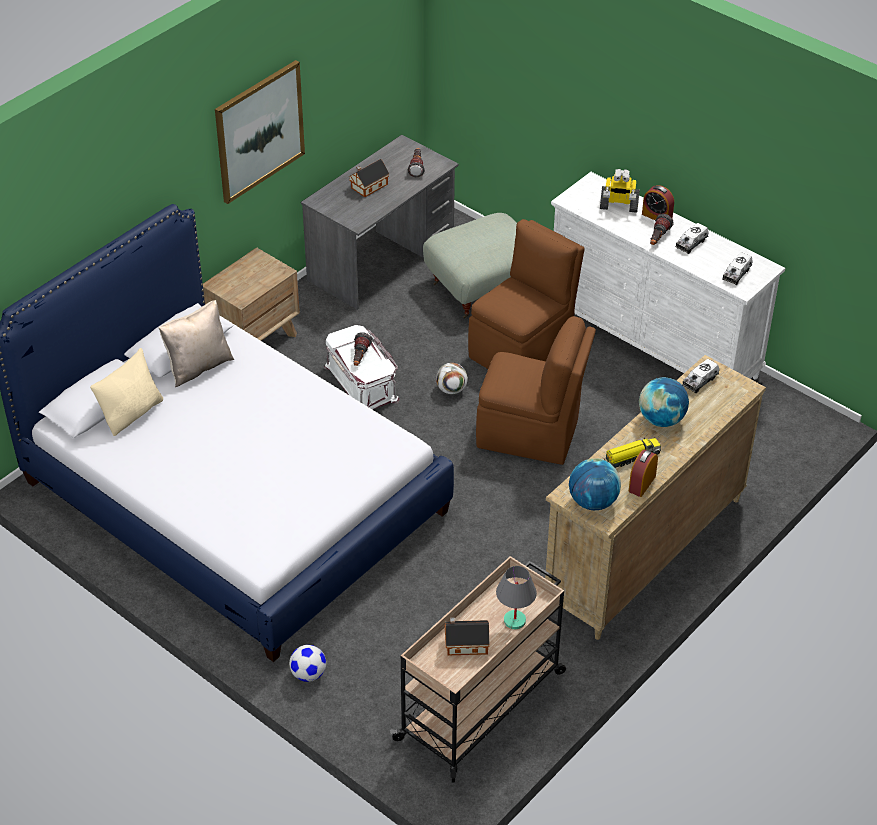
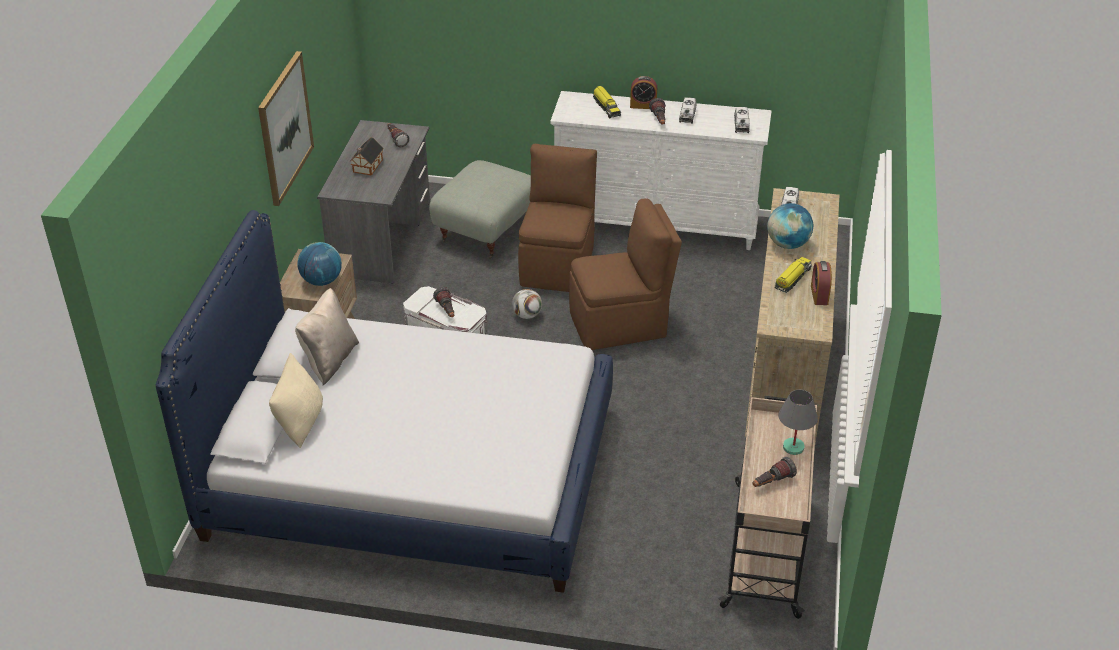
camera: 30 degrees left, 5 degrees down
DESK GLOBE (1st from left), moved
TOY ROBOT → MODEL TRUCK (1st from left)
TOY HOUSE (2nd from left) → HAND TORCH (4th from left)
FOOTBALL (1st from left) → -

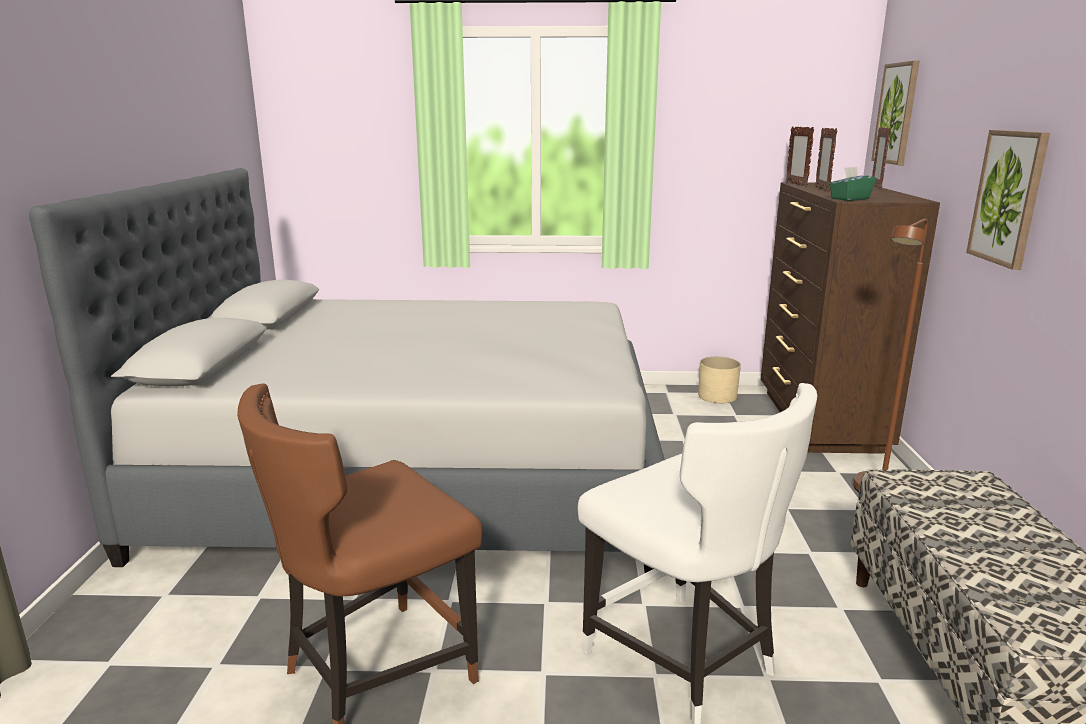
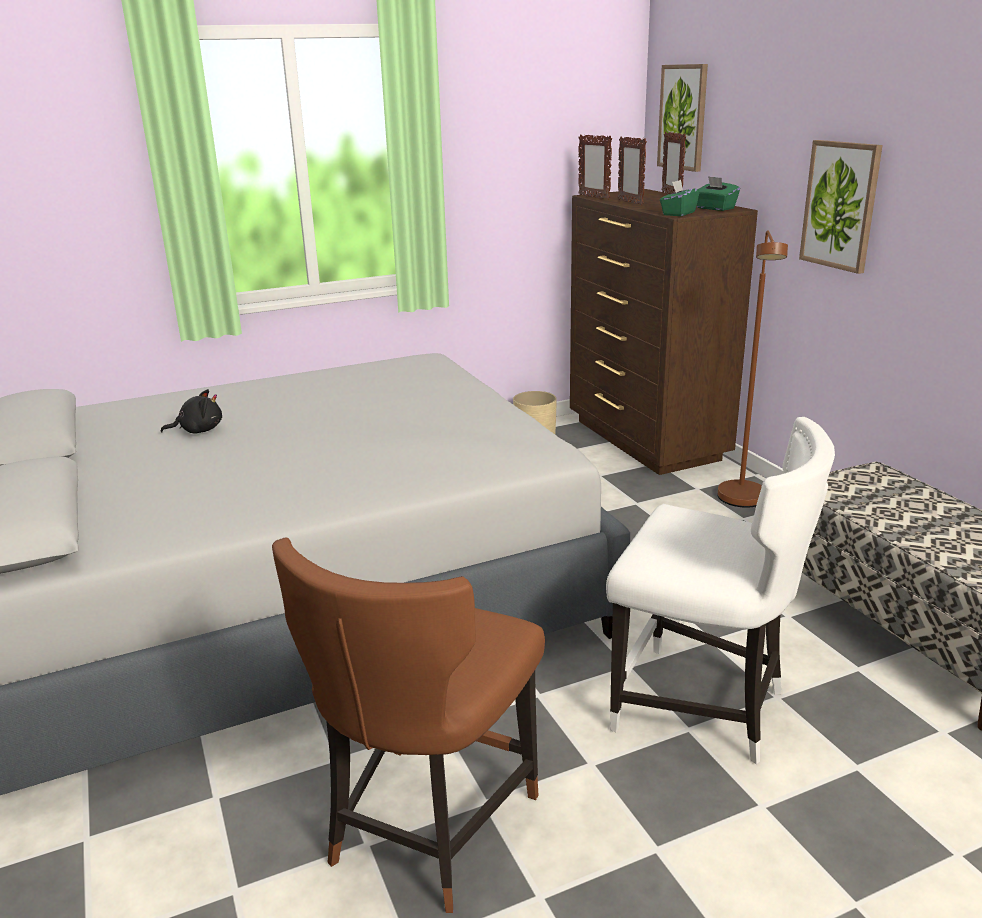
camera: 25 degrees left, 5 degrees up
- → BLACK-COLOURED SOFT TOY
- → GREEN TISSUE HOLDER (2nd from left)

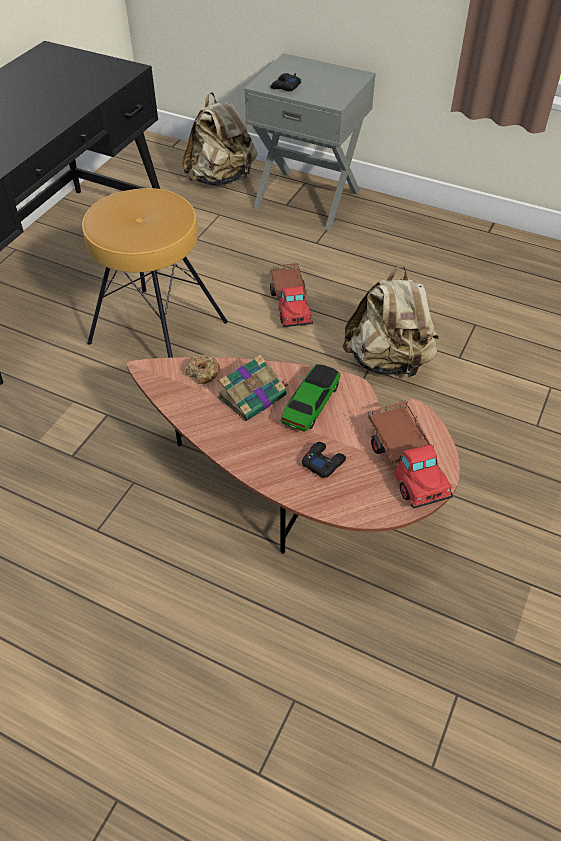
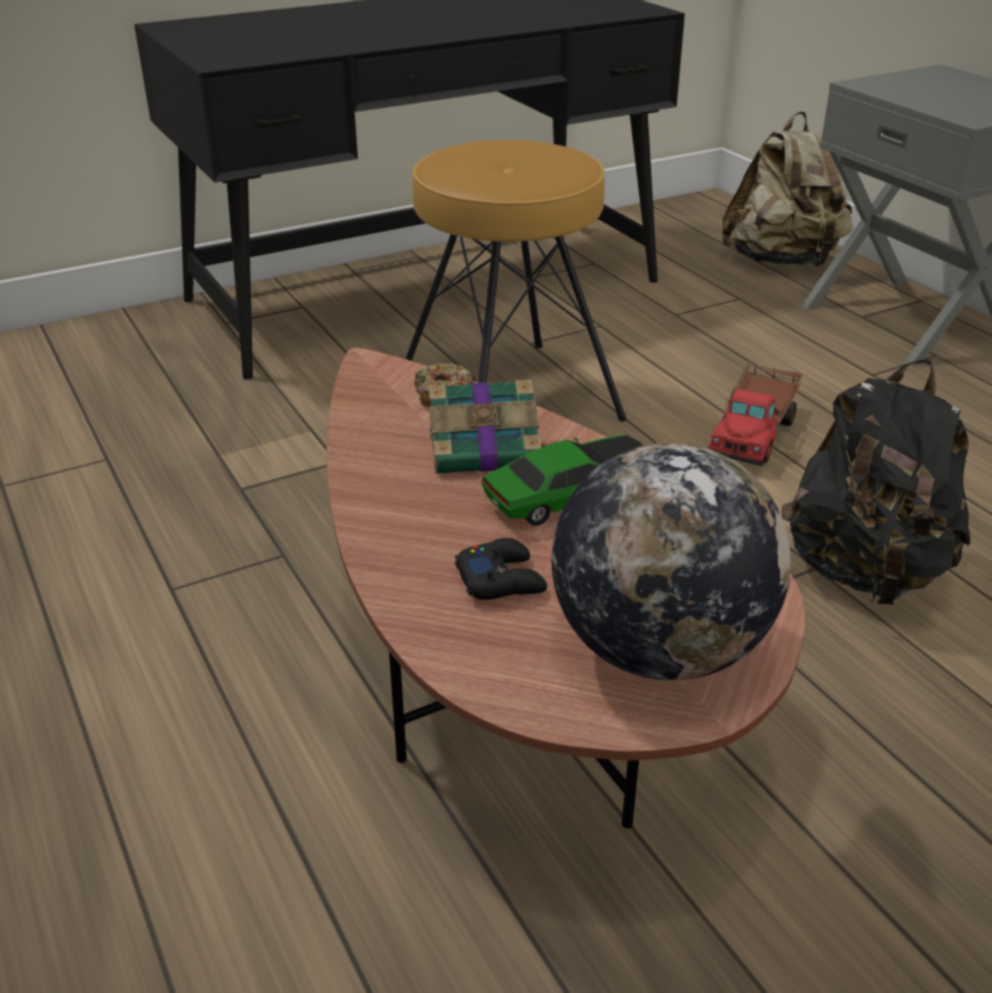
camera: 35 degrees right, 15 degrees down
MODEL TRUCK (2nd from left) → DESK GLOBE
BEIGE BACKPACK (2nd from left) → BLACK-COLOURED BACKPACK
BLACK-COLOURED GAMEPAD (1st from left) → -

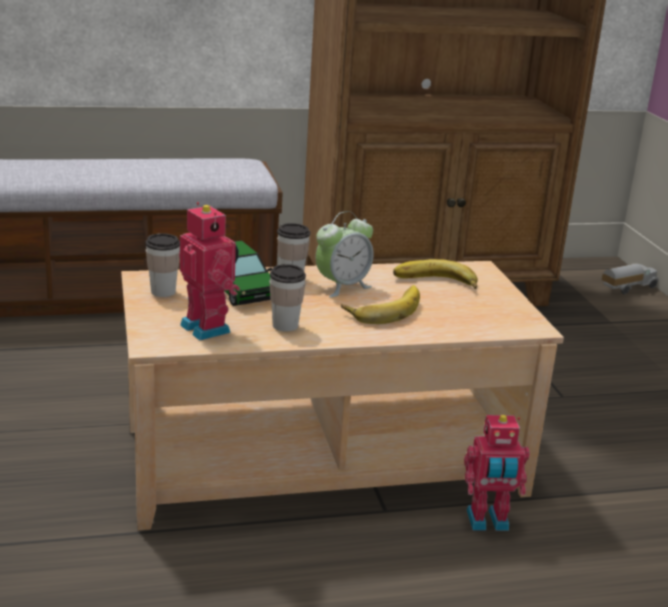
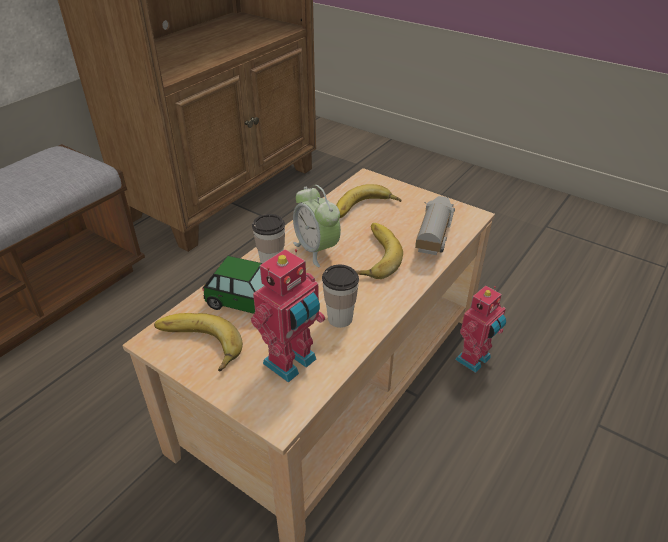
camera: 40 degrees left, 15 degrees up
SMALL CUP (1st from left) → BANANA (1st from left)
TOY ROBOT (1st from left), 120 degrees clockwise
TABLE CLOCK, 135 degrees clockwise
MODEL TRUCK, moved

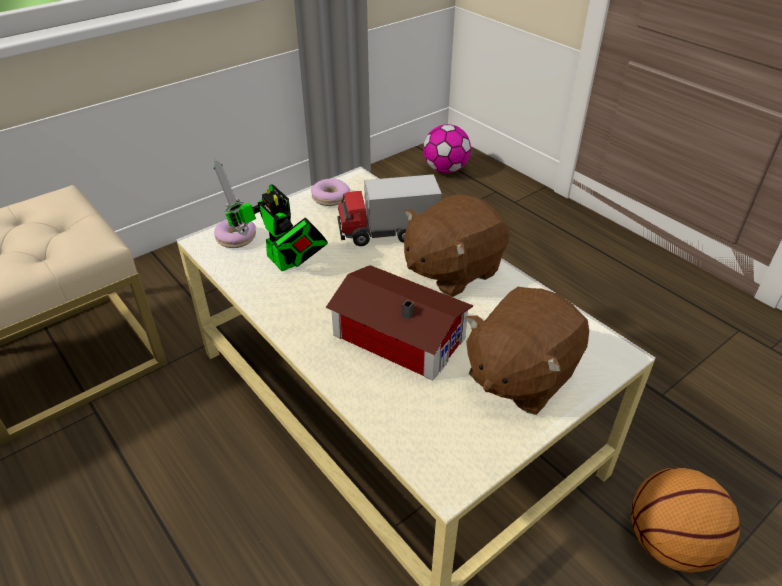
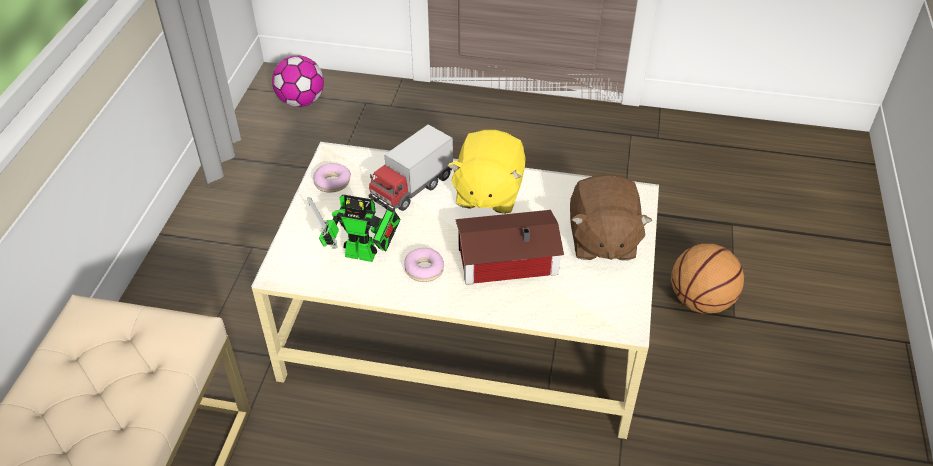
camera: 40 degrees left, 5 degrees up
RING DOUGHNUT (1st from left in the first image) → RING DOUGHNUT (2nd from left), moved
BROWN-COLOURED SOFT TOY (1st from left) → YELLOW SOFT TOY

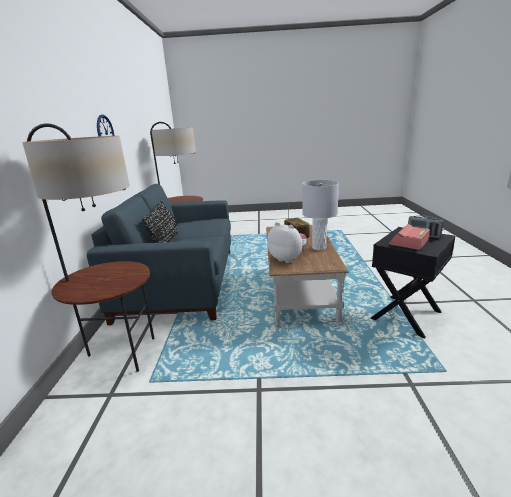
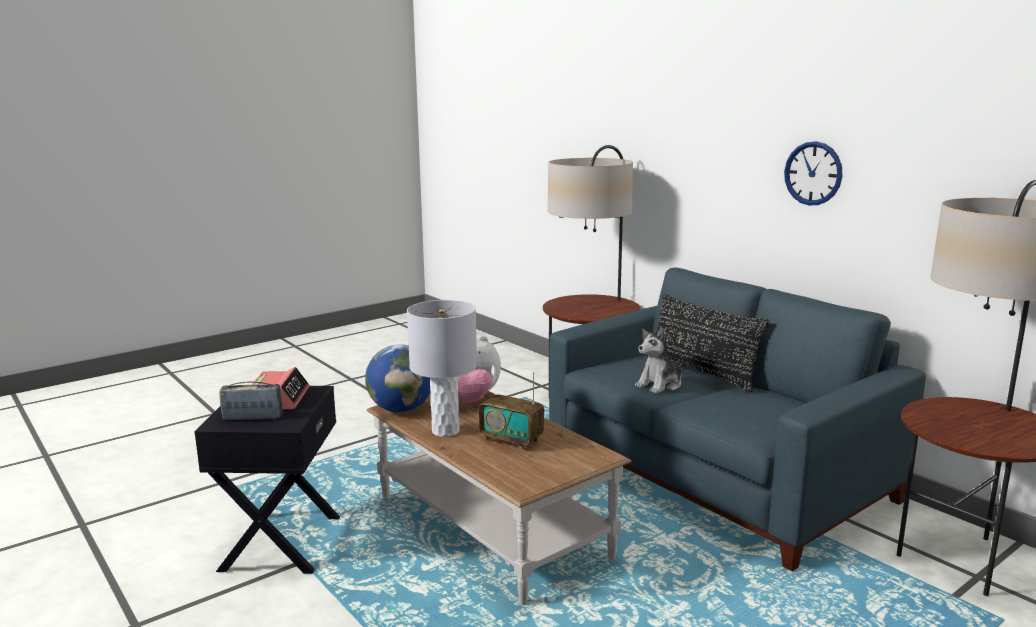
camera: 140 degrees right, 5 degrees down
- → DESK GLOBE
- → SOFT TOY (2nd from left)

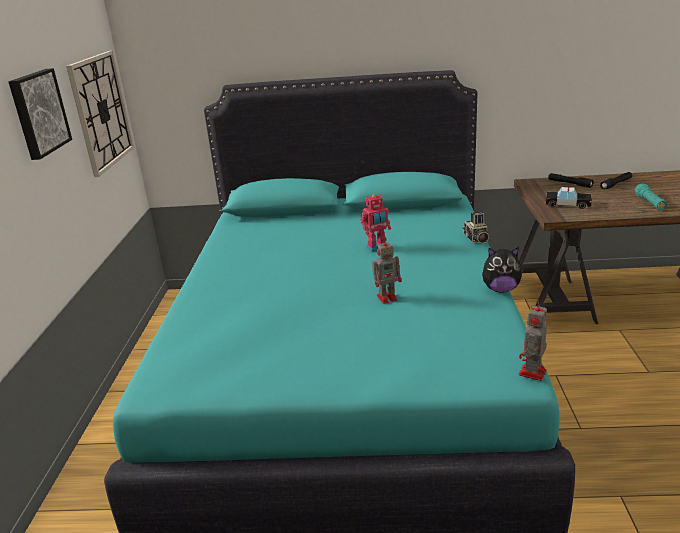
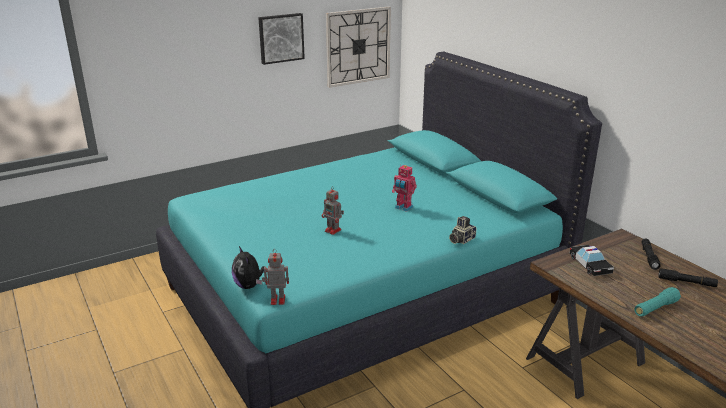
camera: 55 degrees right, 0 degrees up
SOFT TOY, moved

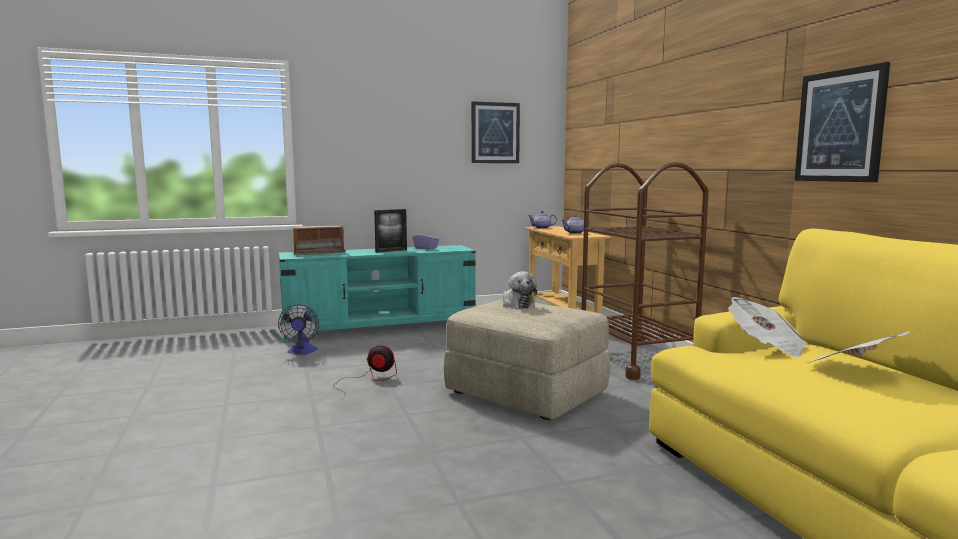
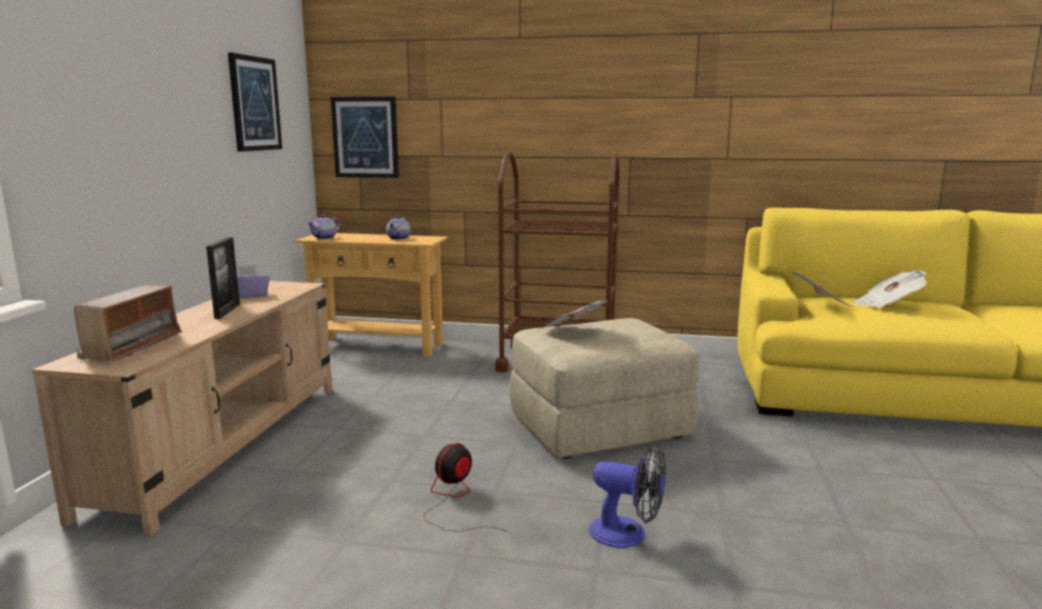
camera: 60 degrees left, 5 degrees up
TURQUOISE-COLOURED TV UNIT → BEIGE TV UNIT
WALL PICTURE (2nd from left), moved
SOFT TOY → DAILY PAPER (1st from left)
ELECTRIC FAN (1st from left in the first image) → ELECTRIC FAN (2nd from left), moved

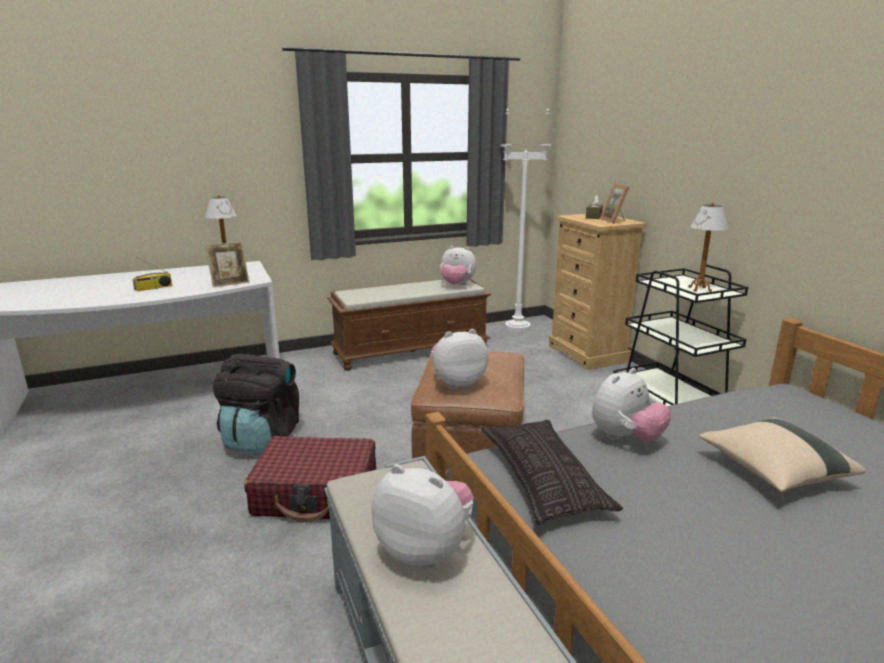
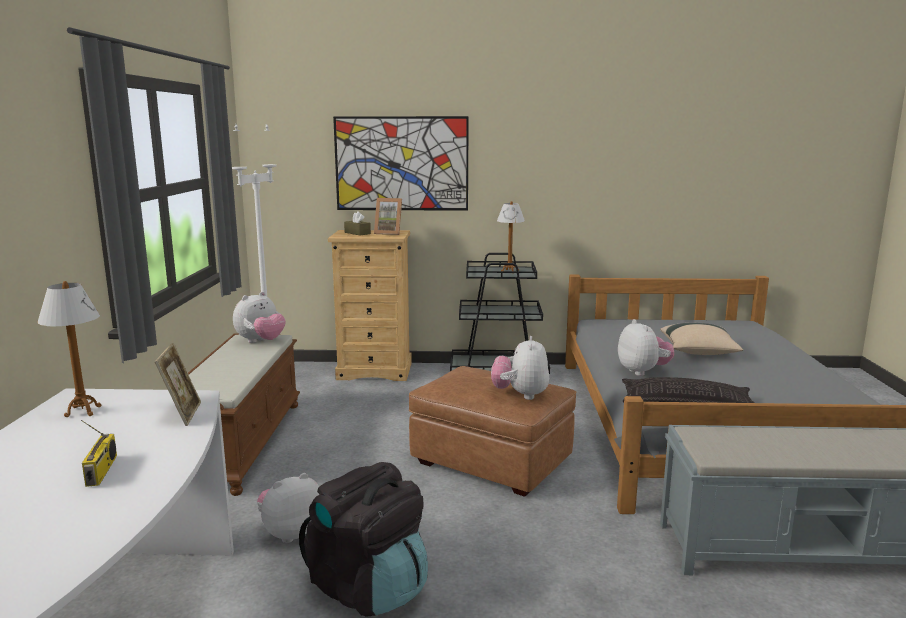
camera: 65 degrees left, 5 degrees down
SOFT TOY (1st from left in the first image) → SOFT TOY (2nd from left), moved
- → WALL PICTURE
REDDISH SUITCASE → -

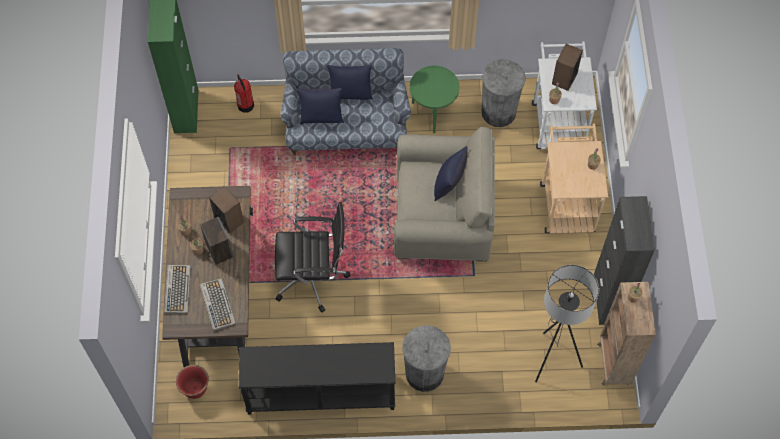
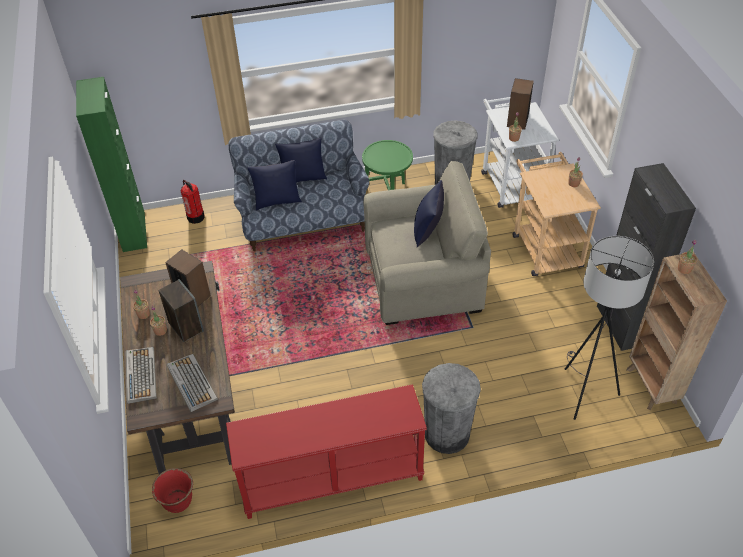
camera: 10 degrees left, 15 degrees down
BLACK-COLOURED NARROW TABLE → REDDISH NARROW TABLE
BLACK-COLOURED DESK CHAIR → -

